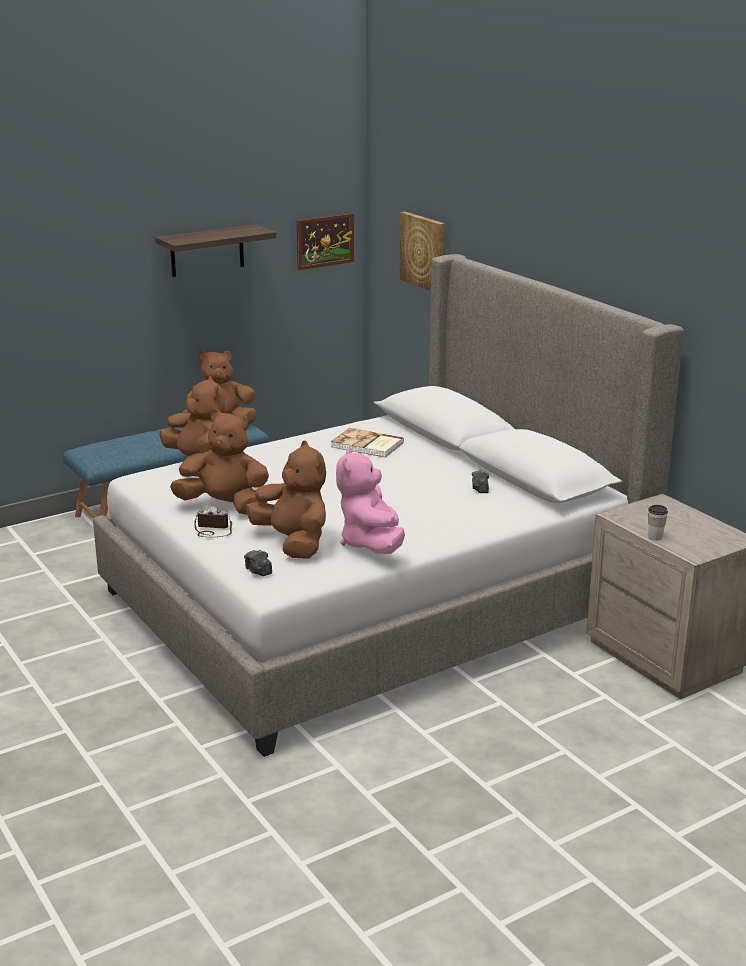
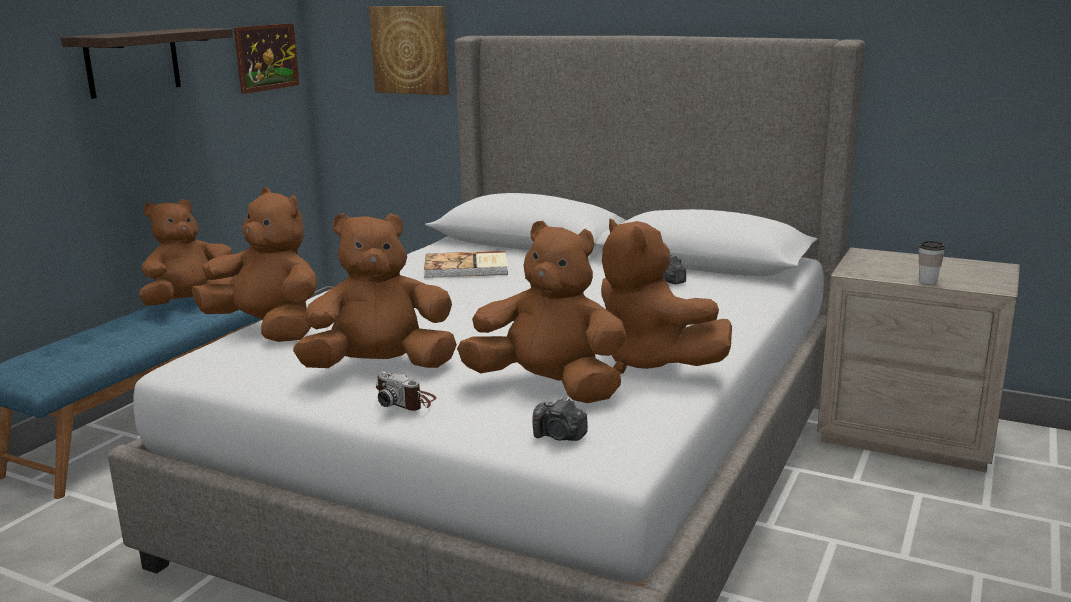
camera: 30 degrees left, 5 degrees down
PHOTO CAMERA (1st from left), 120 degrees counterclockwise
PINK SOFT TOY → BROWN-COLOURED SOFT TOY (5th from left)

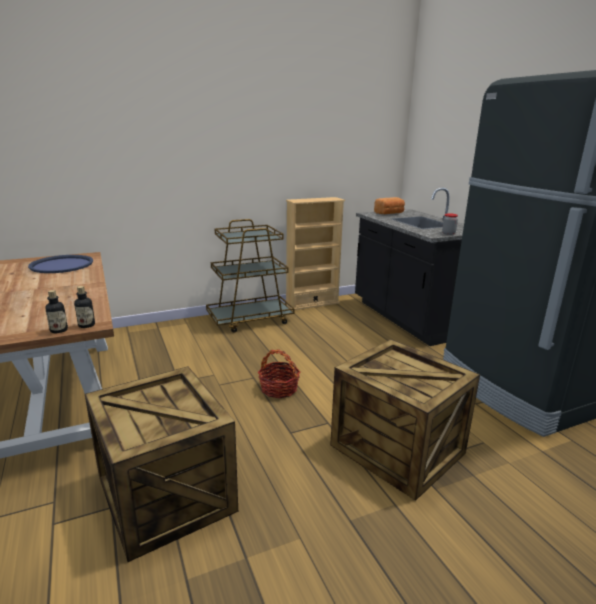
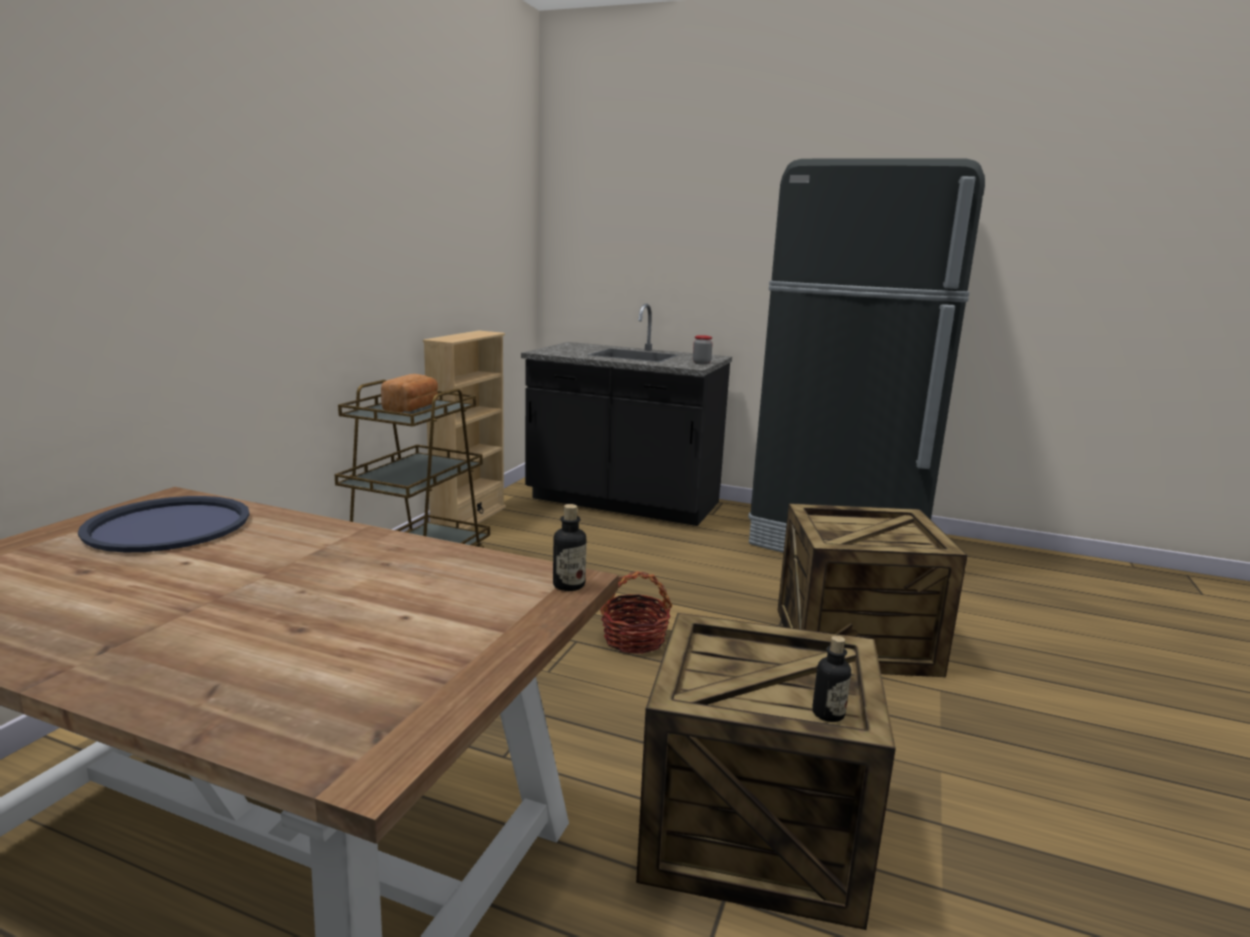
camera: 45 degrees left, 5 degrees down
BREAD, moved
DRINK BOTTLE (1st from left in the first image) → DRINK BOTTLE (2nd from left), moved

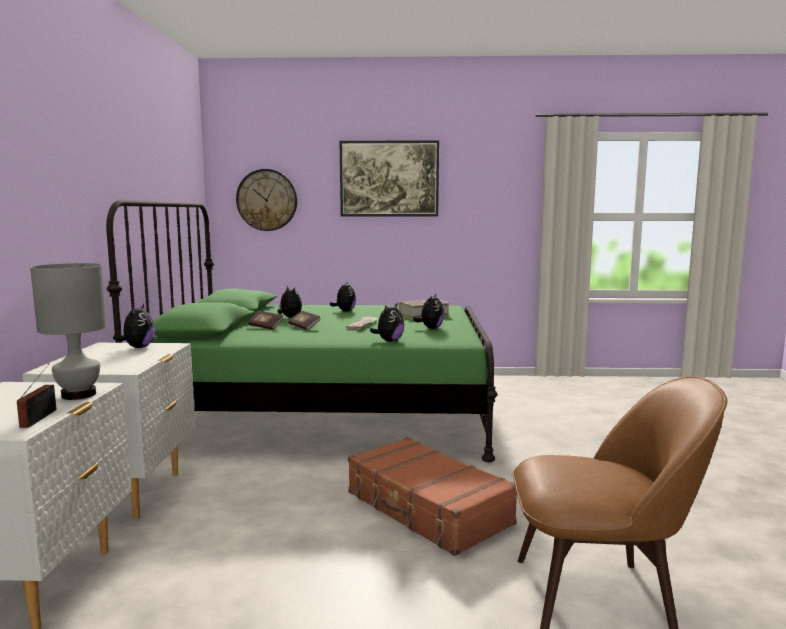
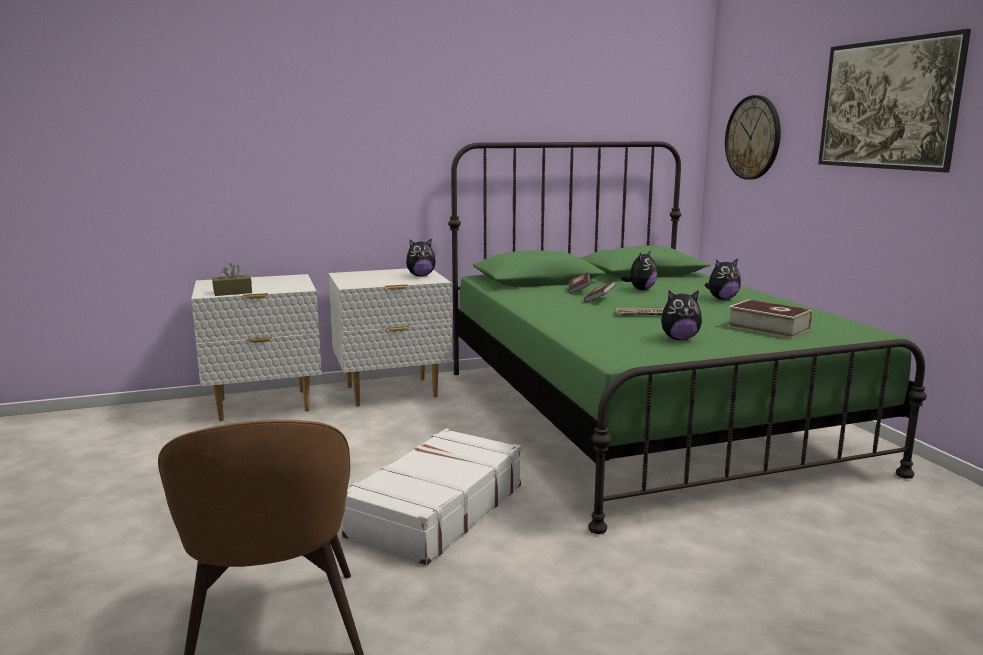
camera: 70 degrees right, 5 degrees up
RADIO SET → BROWN-COLOURED TISSUE HOLDER
BROWN-COLOURED SUITCASE → WHITE-COLOURED SUITCASE
GREY TABLETOP LAMP → -
SOFT TOY (4th from left) → -

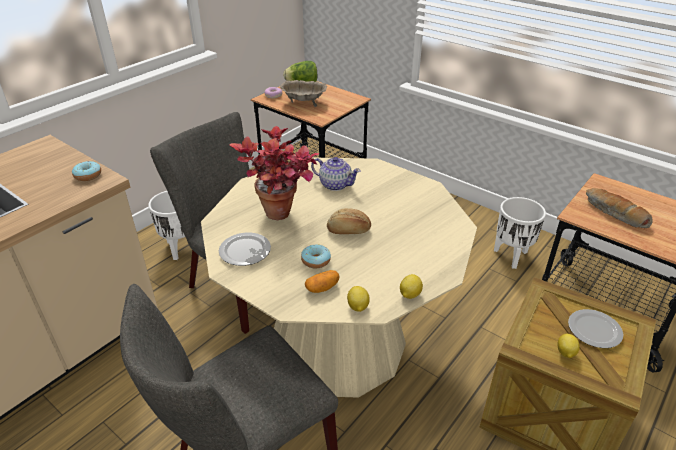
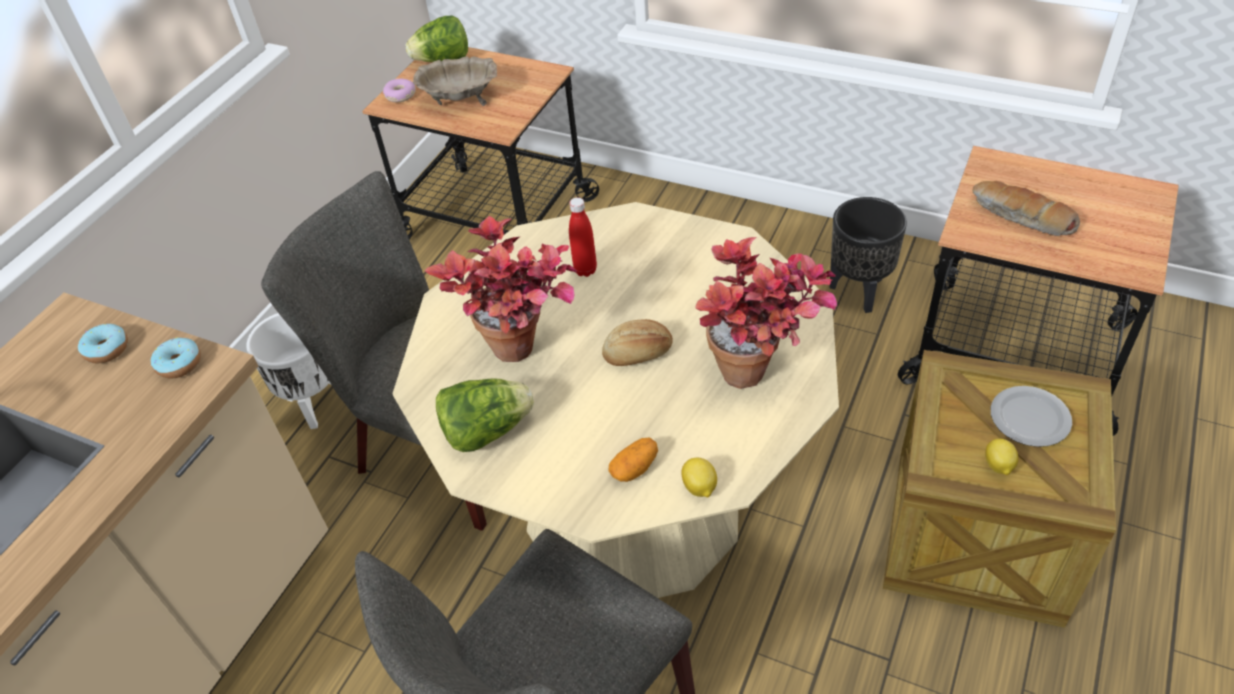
camera: 10 degrees left, 10 degrees up
RING DOUGHNUT (3rd from left in the first image) → RING DOUGHNUT (1st from left), moved
FLAT DISH (1st from left) → LETTUCE (2nd from left)
POT FOR TEA → REDDISH DRINK BOTTLE
- → HOUSEPLANT (2nd from left)
WHITE-COLOURED PLANT POT (2nd from left) → BLACK-COLOURED PLANT POT
WHOLE LEMON (2nd from left) → -

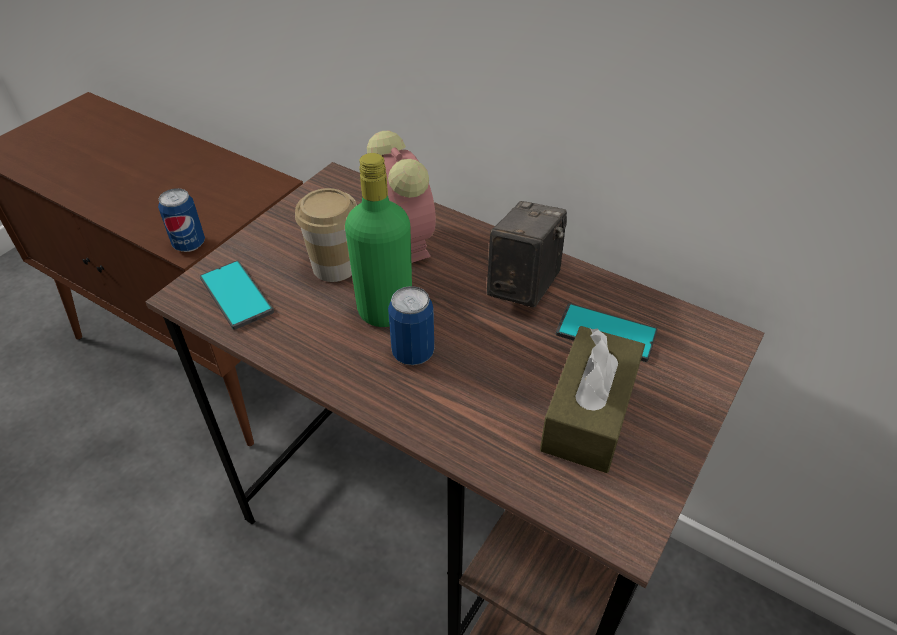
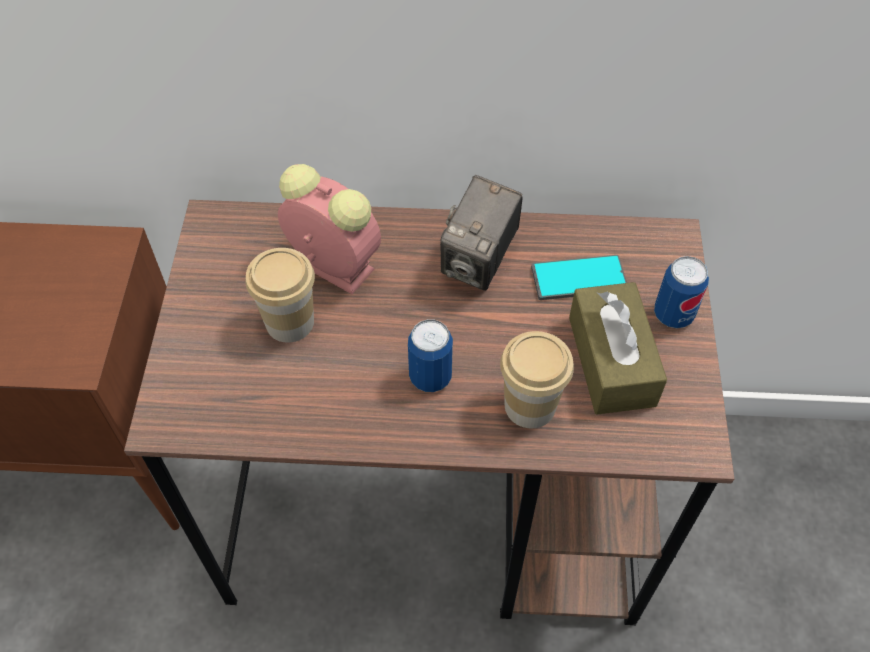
camera: 30 degrees left, 10 degrees up
PHOTO CAMERA, 150 degrees counterclockwise
- → SMALL CUP (2nd from left)
CAN (1st from left in the first image) → CAN (2nd from left), moved
HANDSET (1st from left) → -
GREEN DRINK BOTTLE → -

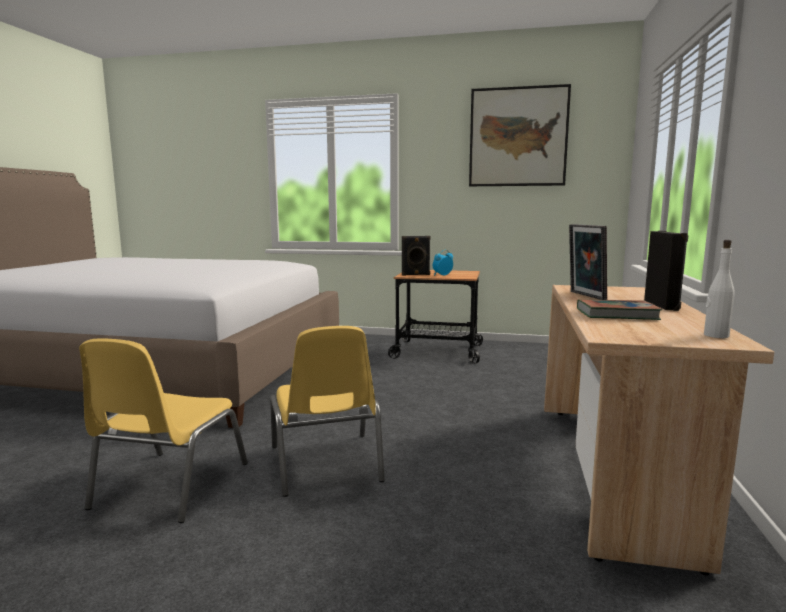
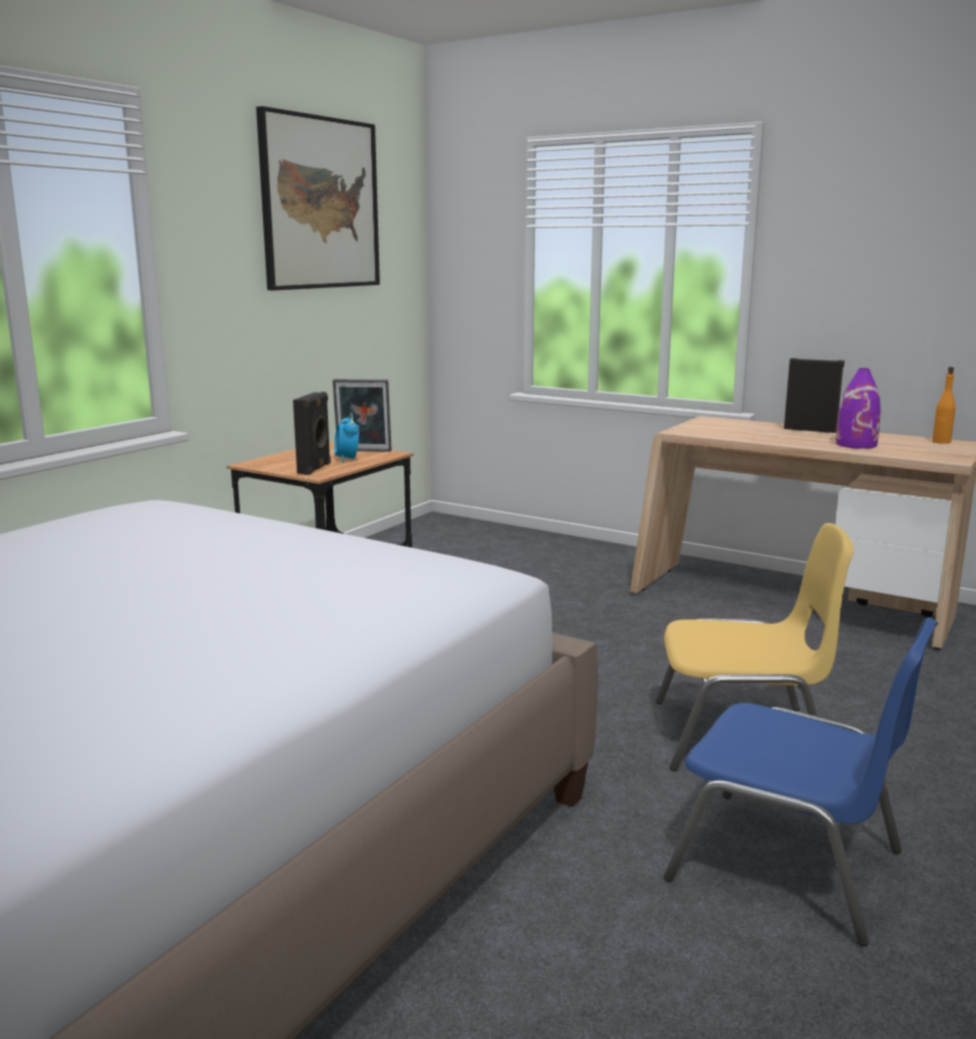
camera: 70 degrees left, 5 degrees up
STANDING FRAME, moved
YELLOW UPRIGHT CHAIR (1st from left) → BLUE-COLOURED UPRIGHT CHAIR
BOOK → PURPLE VASE
WHITE-COLOURED DRINK BOTTLE → ORANGE DRINK BOTTLE

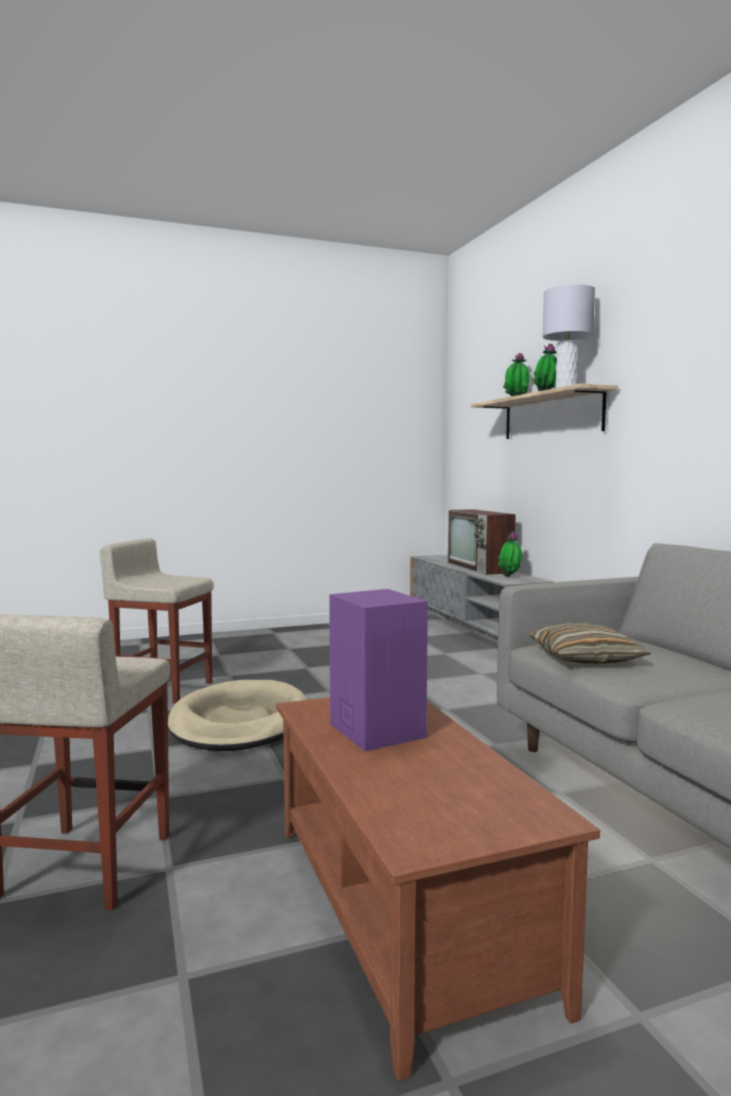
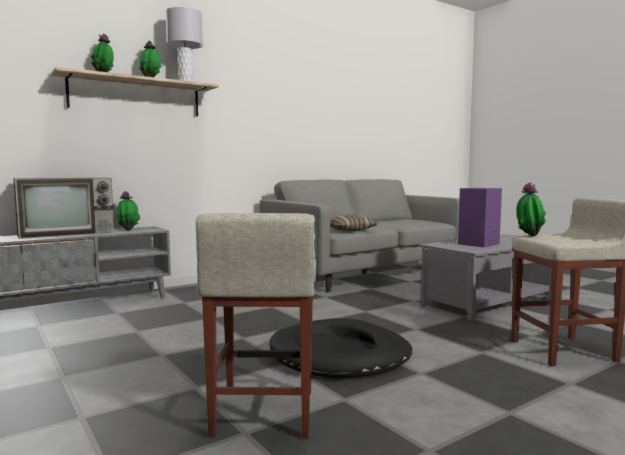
camera: 105 degrees left, 0 degrees up
BEIGE DOG CUSHION → BLACK-COLOURED DOG CUSHION
BROWN-COLOURED LOW TABLE → GREY LOW TABLE
- → HOUSEPLANT (4th from left)

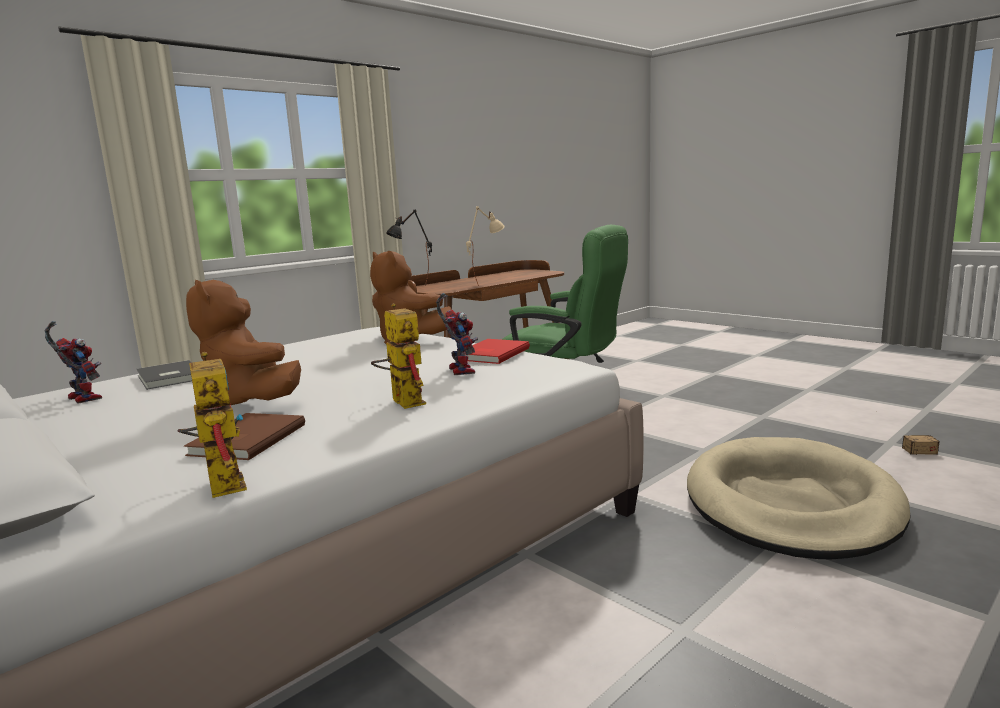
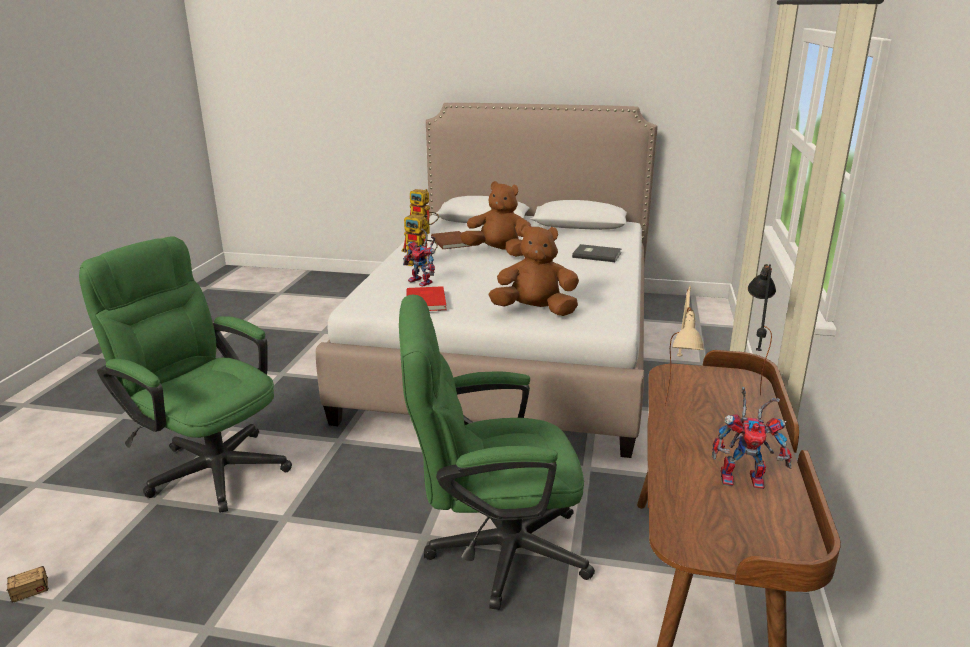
camera: 145 degrees right, 10 degrees up
BEIGE DOG CUSHION → GREEN DESK CHAIR (1st from left)
TOY ROBOT (1st from left in the first image) → TOY ROBOT (4th from left), moved

